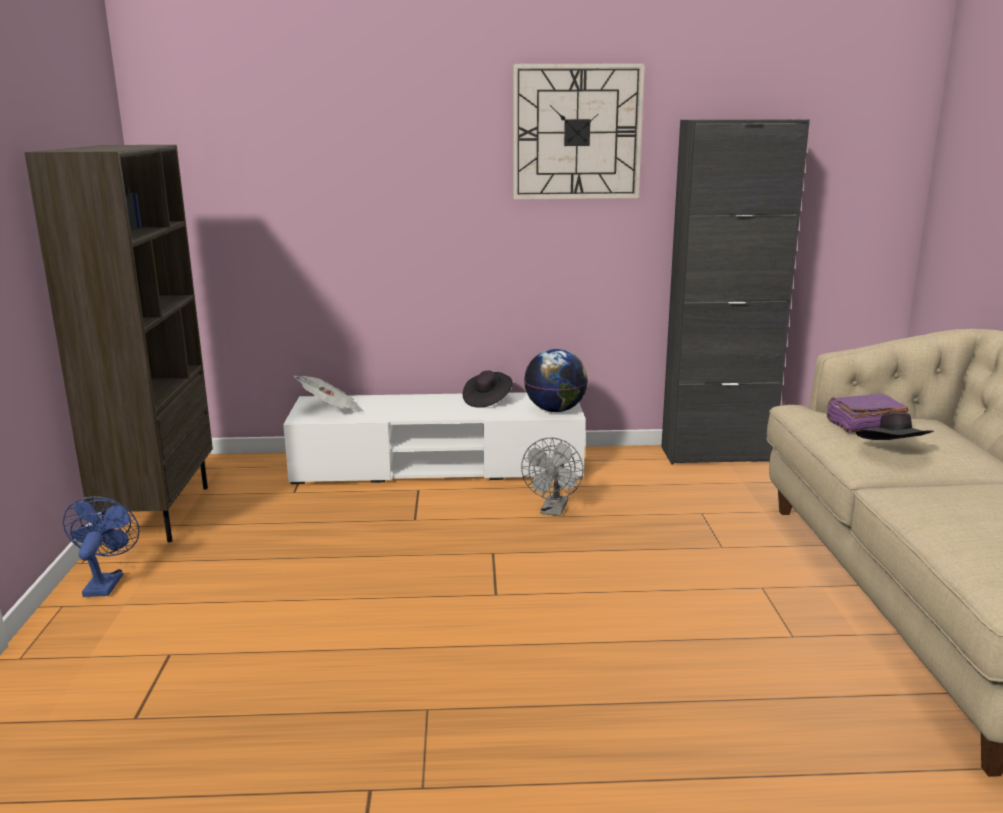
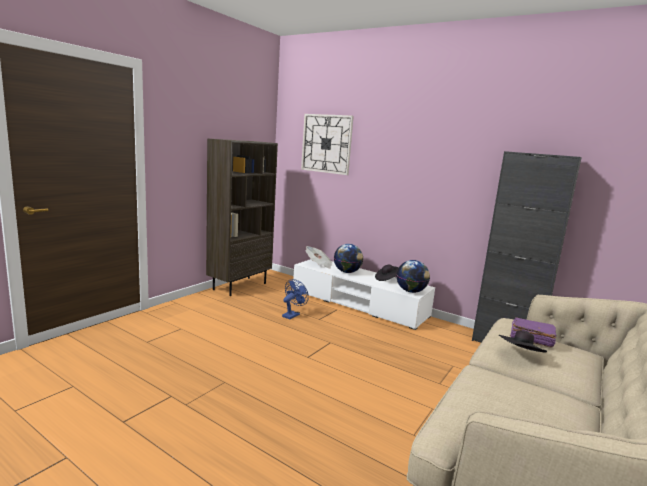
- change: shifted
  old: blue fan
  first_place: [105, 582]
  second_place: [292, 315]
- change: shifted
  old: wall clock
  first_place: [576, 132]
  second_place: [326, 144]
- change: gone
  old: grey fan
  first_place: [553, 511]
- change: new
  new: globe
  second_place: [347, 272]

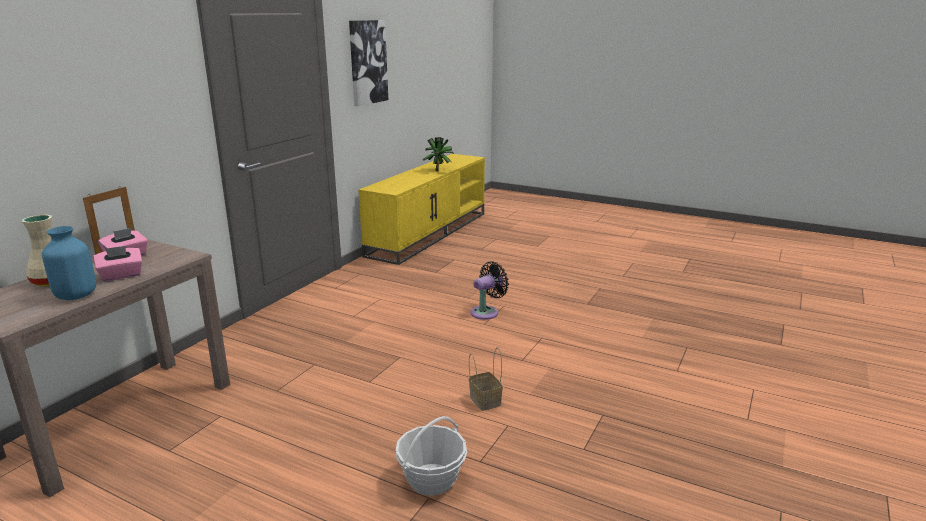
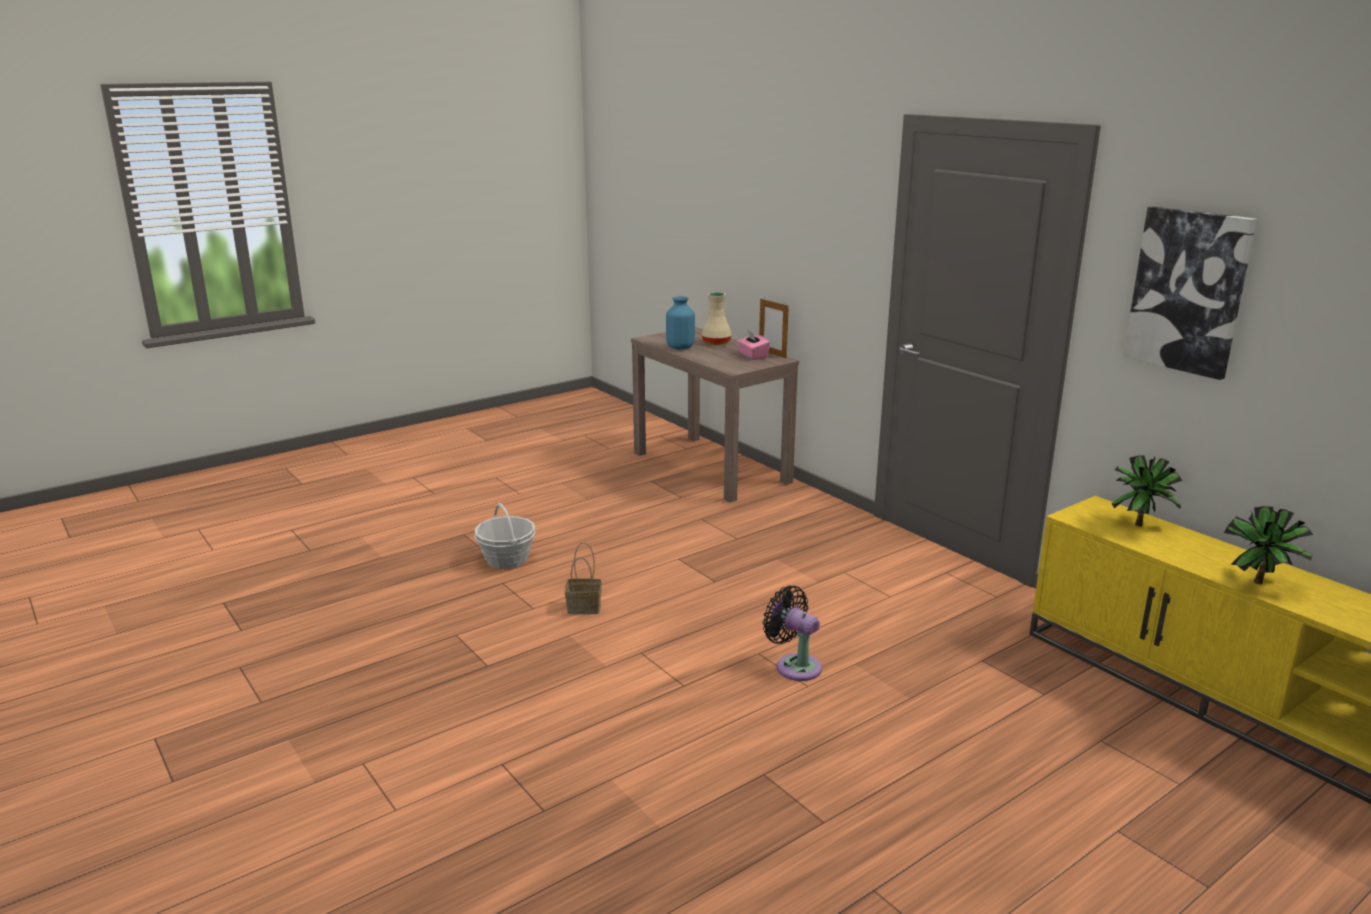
- change: gone
  old: pink tissue box
  first_place: [121, 275]
- change: rotated
  old: black fan
  first_place: [486, 312]
  second_place: [794, 665]
  degrees: 150
- change: new
  new: potted plant
  second_place: [1140, 524]

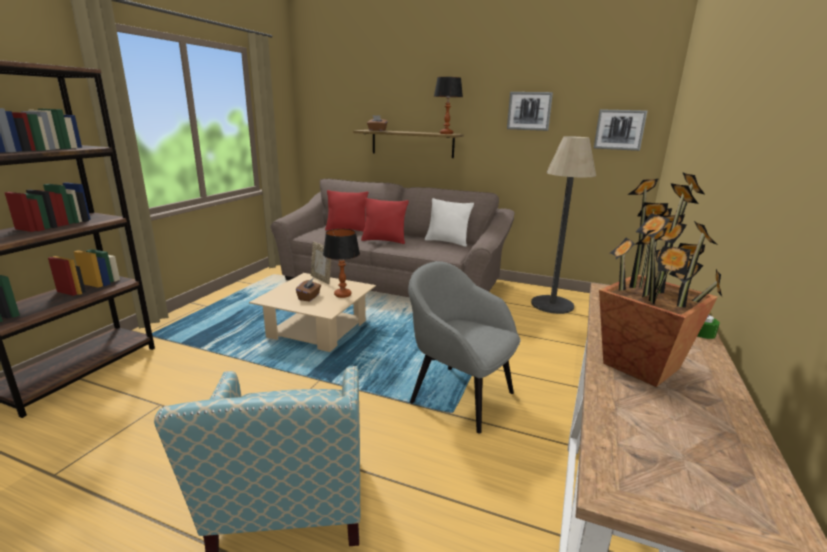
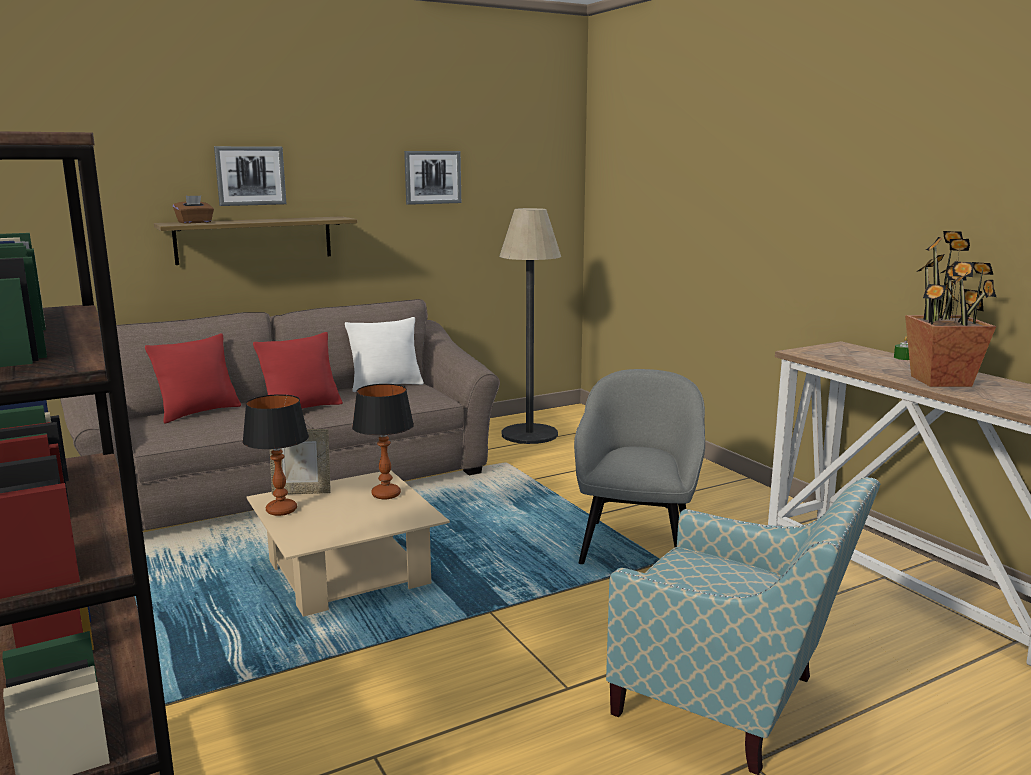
- change: gone
  old: brown tissue box
  first_place: [309, 297]
- change: rotated
  old: grey armchair
  first_place: [459, 396]
  second_place: [636, 546]
  degrees: 120
- change: shifted
  old: table lamp
  first_place: [446, 133]
  second_place: [282, 510]
- change: shifted
  old: picture
  first_place: [619, 129]
  second_place: [250, 176]

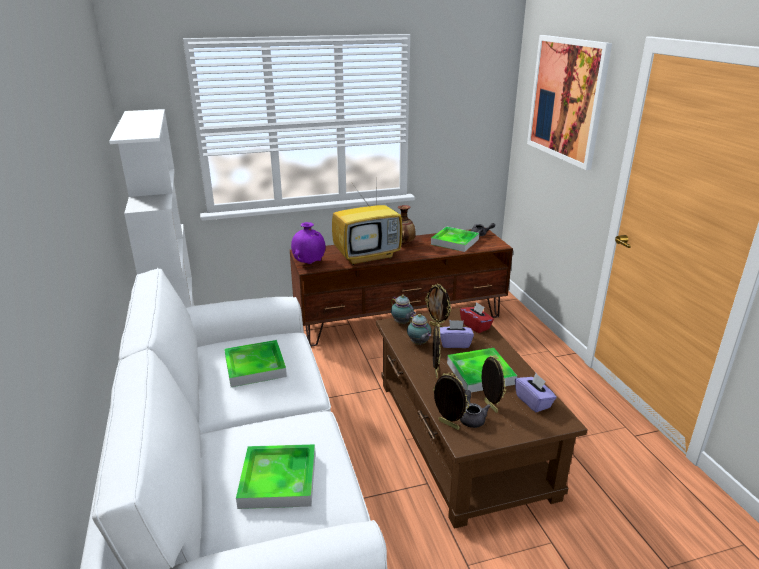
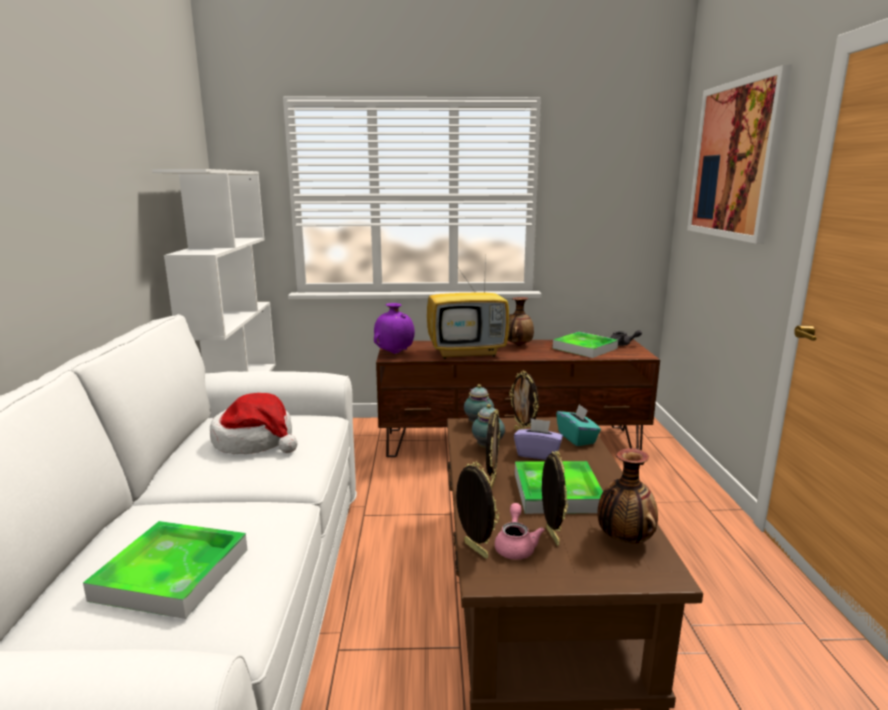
- change: swapped
  old: tray
  new: hat
  first_place: [255, 366]
  second_place: [255, 441]
- change: repainted
  old: red tissue box
  new: turquoise tissue box
  first_place: [475, 326]
  second_place: [577, 438]
- change: repainted
  old: grey teapot
  new: pink teapot
  first_place: [471, 417]
  second_place: [515, 546]
- change: swapped
  old: purple tissue box
  new: vase
  first_place: [533, 402]
  second_place: [624, 539]

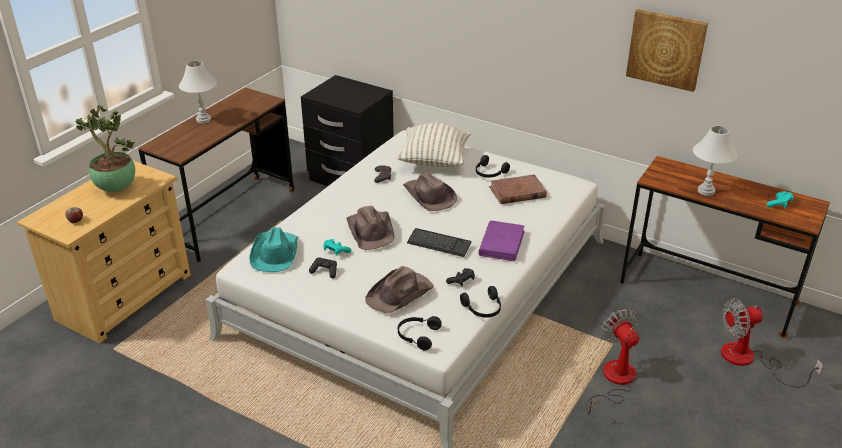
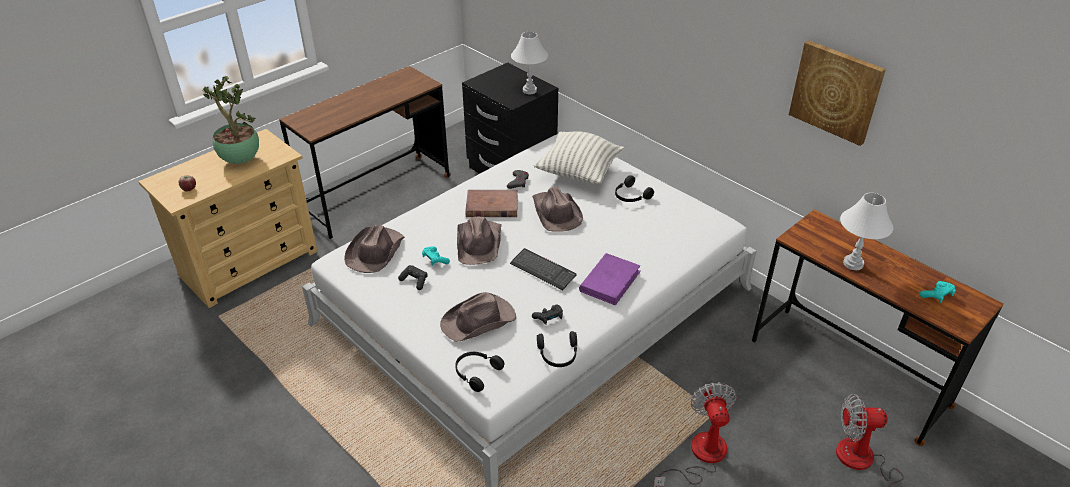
- change: shifted
  old: white table lamp
  first_place: [203, 120]
  second_place: [529, 90]
- change: repainted
  old: turquoise hat
  new: brown hat
  first_place: [275, 253]
  second_place: [375, 252]
- change: shifted
  old: brown book
  first_place: [517, 192]
  second_place: [491, 206]

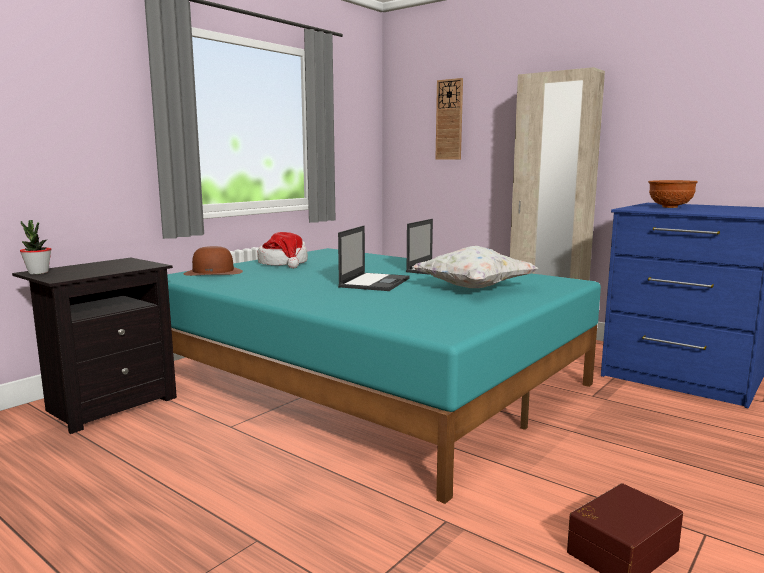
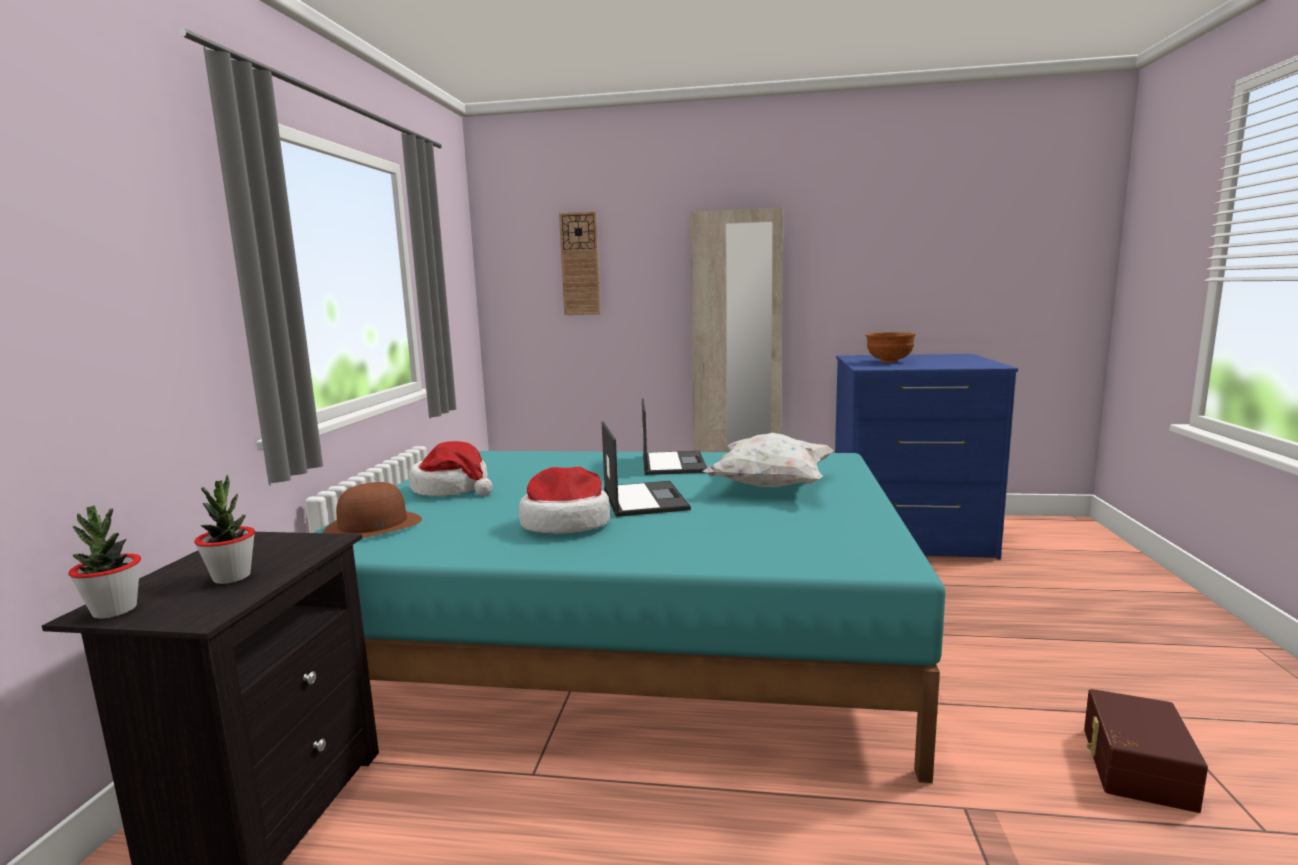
- change: new
  new: potted plant
  second_place: [232, 577]
- change: new
  new: hat
  second_place: [566, 523]

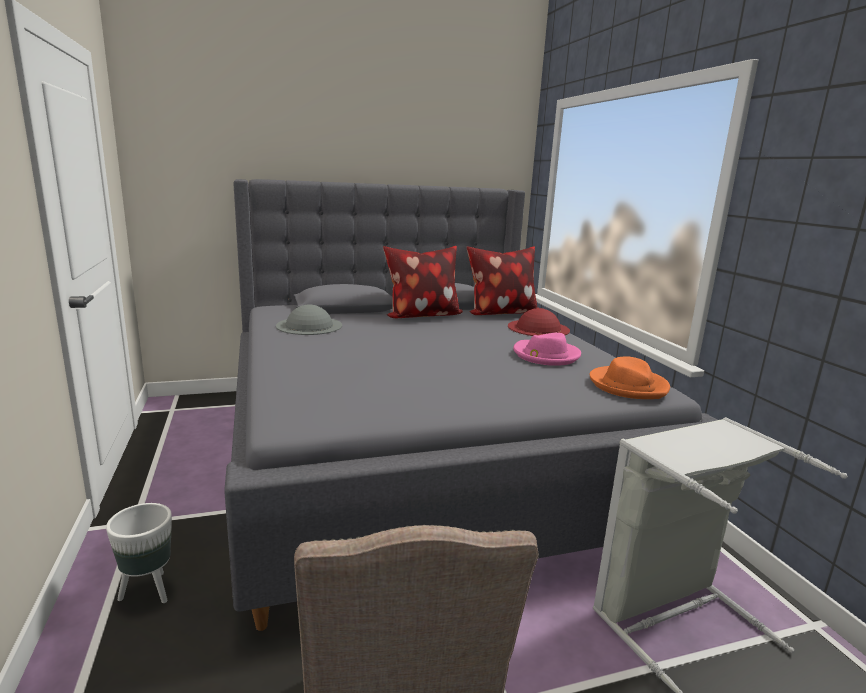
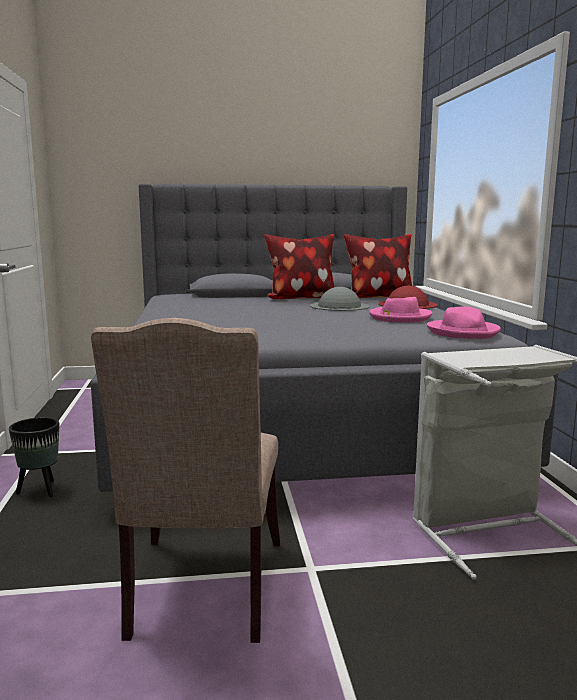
- change: repainted
  old: white planter
  new: black planter
  first_place: [148, 592]
  second_place: [40, 491]
- change: shifted
  old: grey hat
  first_place: [309, 325]
  second_place: [339, 306]
- change: repainted
  old: orange hat
  new: pink hat
  first_place: [628, 386]
  second_place: [463, 332]

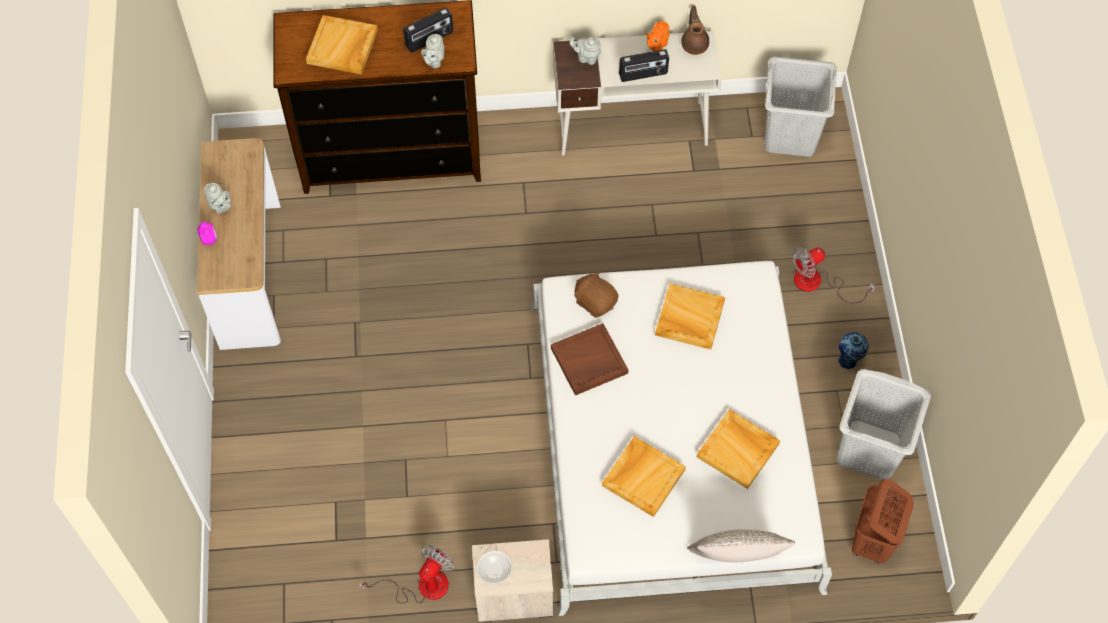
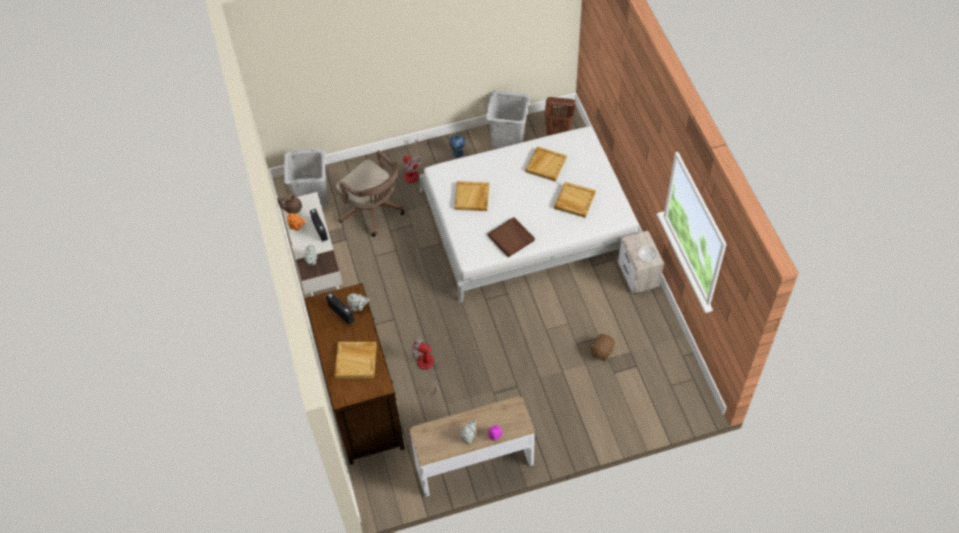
- change: shifted
  old: fan
  first_place: [421, 586]
  second_place: [427, 368]
- change: shifted
  old: brown plush toy
  first_place: [595, 301]
  second_place: [601, 351]
- change: gone
  old: grey pillow
  first_place: [735, 559]
- change: new
  new: brown office chair
  second_place: [374, 212]

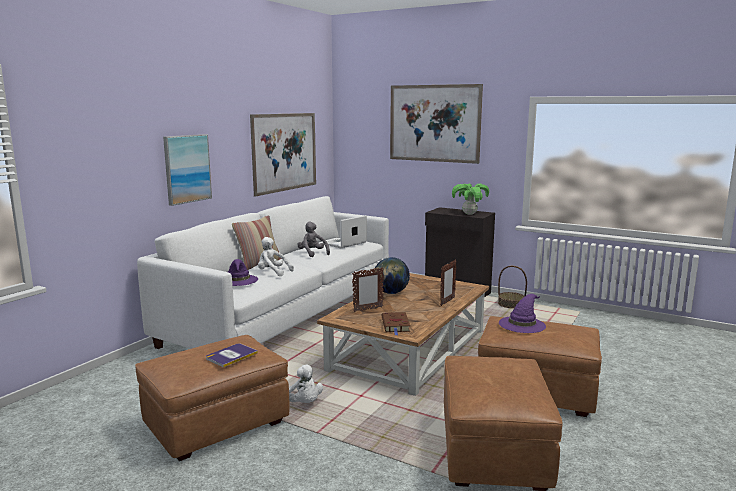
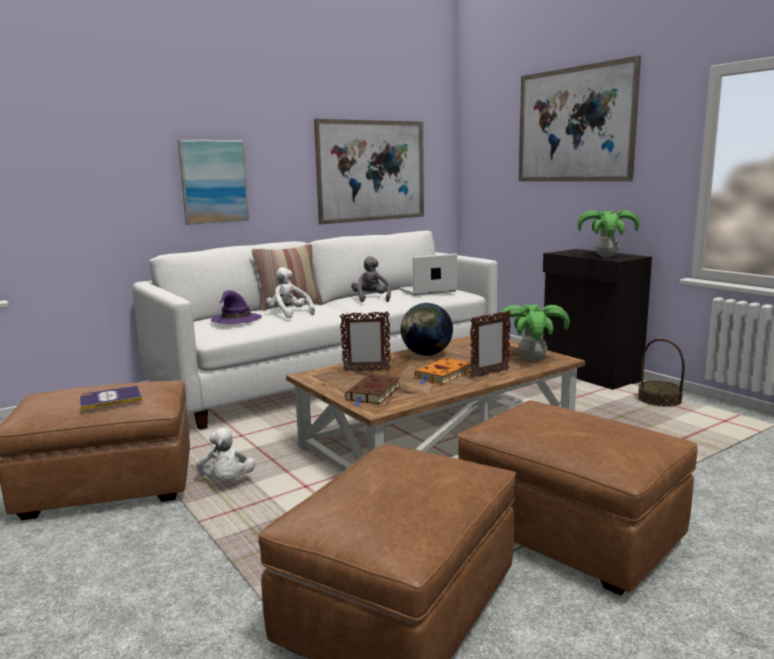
- change: gone
  old: purple hat
  first_place: [522, 324]
- change: new
  new: orange book
  second_place: [442, 375]
- change: new
  new: potted plant
  second_place: [532, 359]

